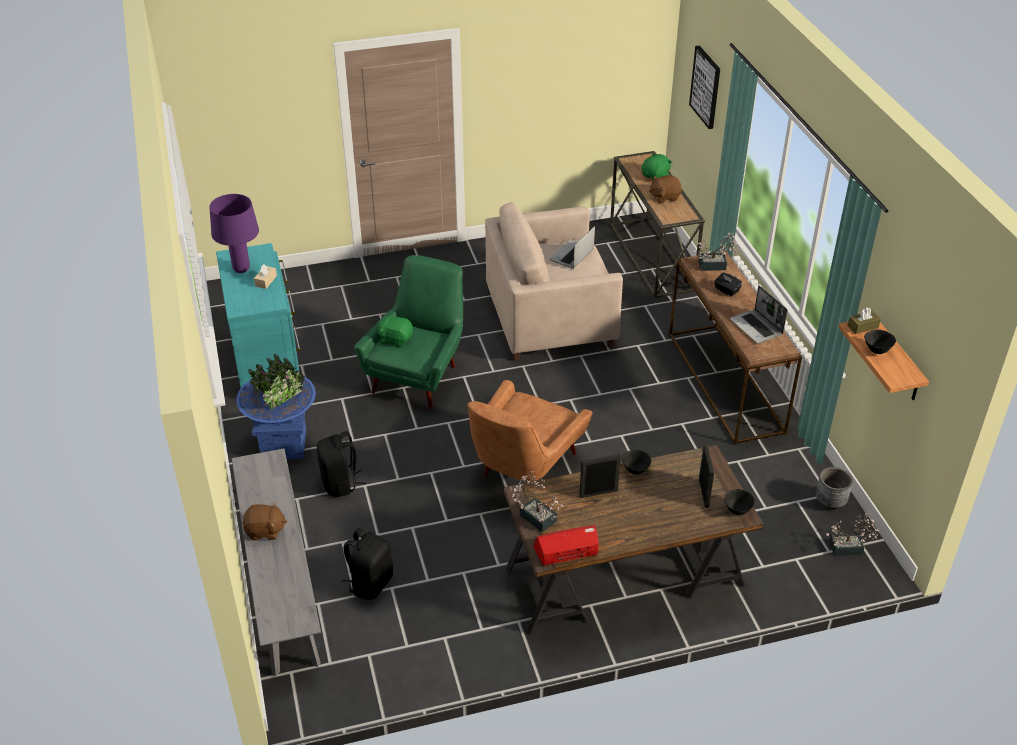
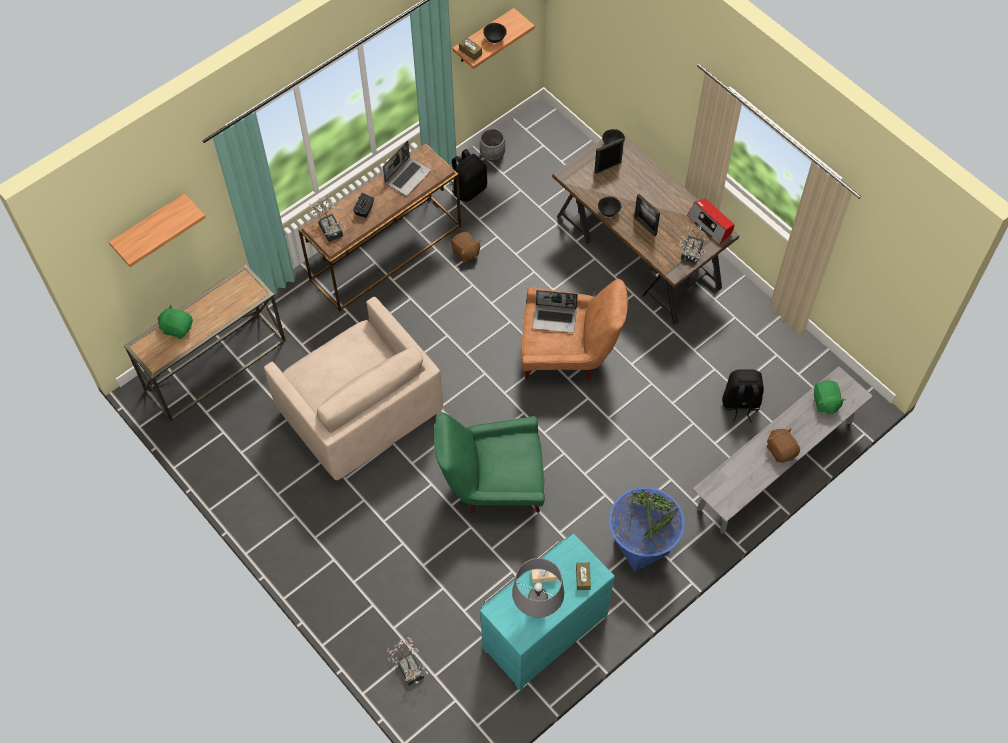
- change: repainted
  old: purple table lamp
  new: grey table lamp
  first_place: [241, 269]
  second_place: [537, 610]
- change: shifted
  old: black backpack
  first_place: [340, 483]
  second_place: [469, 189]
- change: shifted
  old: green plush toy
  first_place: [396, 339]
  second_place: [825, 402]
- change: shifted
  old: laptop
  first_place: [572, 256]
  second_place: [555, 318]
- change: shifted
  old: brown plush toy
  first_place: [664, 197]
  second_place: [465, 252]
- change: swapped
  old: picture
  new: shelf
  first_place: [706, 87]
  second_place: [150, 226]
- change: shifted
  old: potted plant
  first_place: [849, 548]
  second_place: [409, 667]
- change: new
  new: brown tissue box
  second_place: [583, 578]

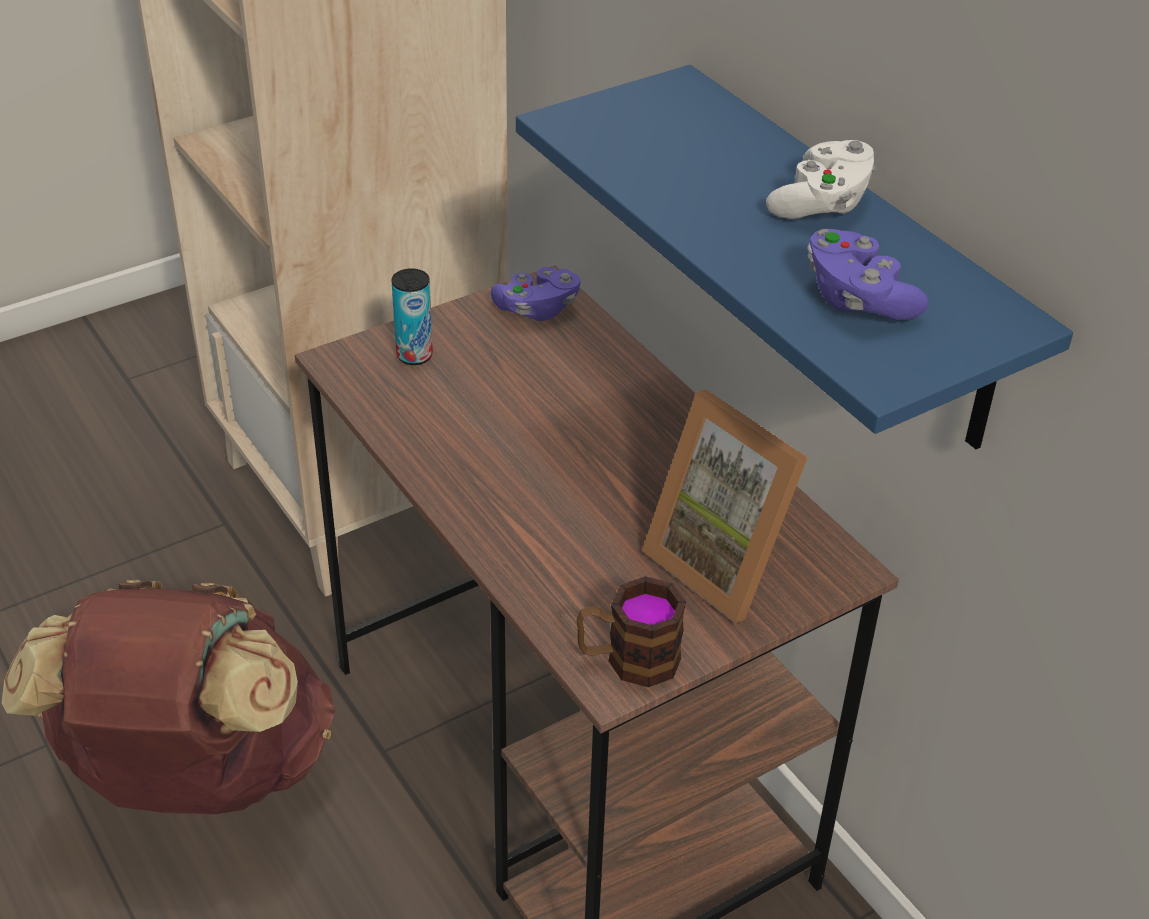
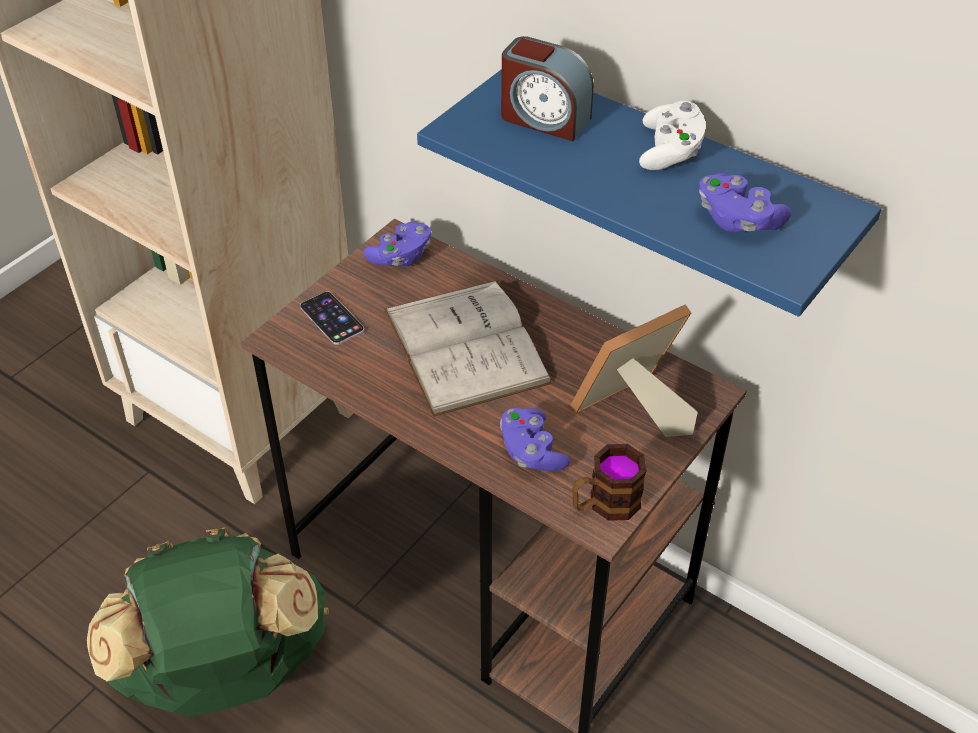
- change: repainted
  old: brown backpack
  new: green backpack
  first_place: [196, 777]
  second_place: [224, 672]
- change: swapped
  old: can
  new: phone
  first_place: [414, 355]
  second_place: [332, 318]
- change: rotated
  old: picture frame
  first_place: [726, 563]
  second_place: [632, 413]
  degrees: 120
- change: new
  new: white book
  second_place: [465, 346]
- change: new
  new: purple game controller
  second_place: [531, 451]
- change: new
  new: alarm clock
  second_place: [544, 118]

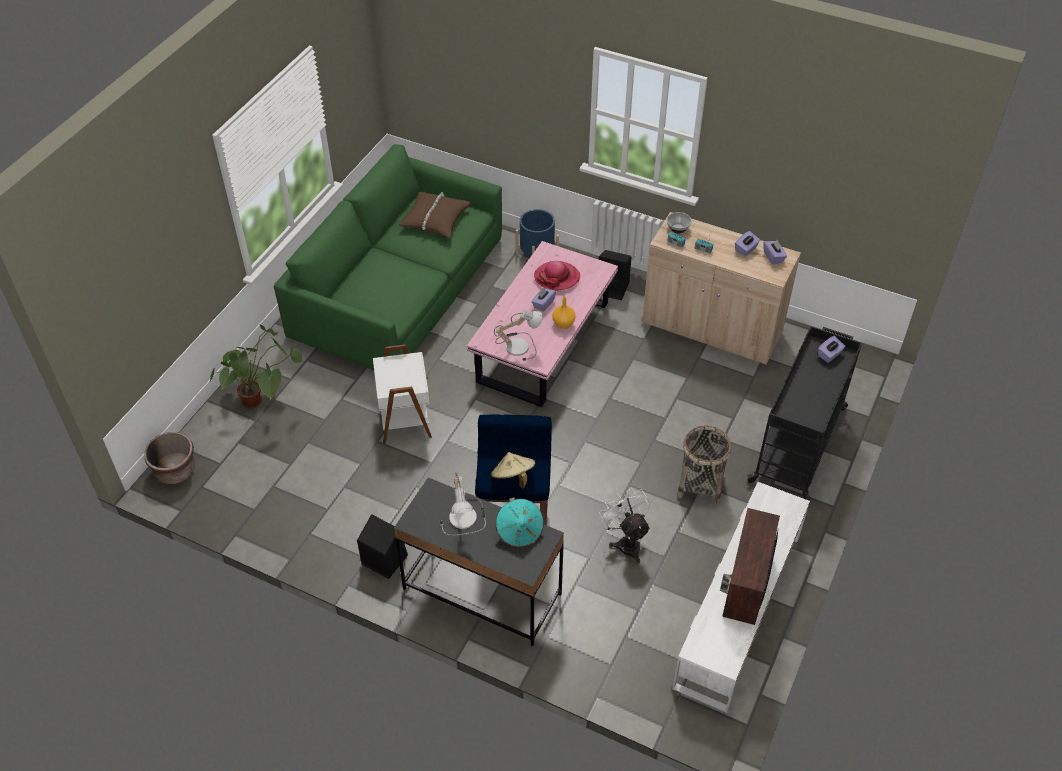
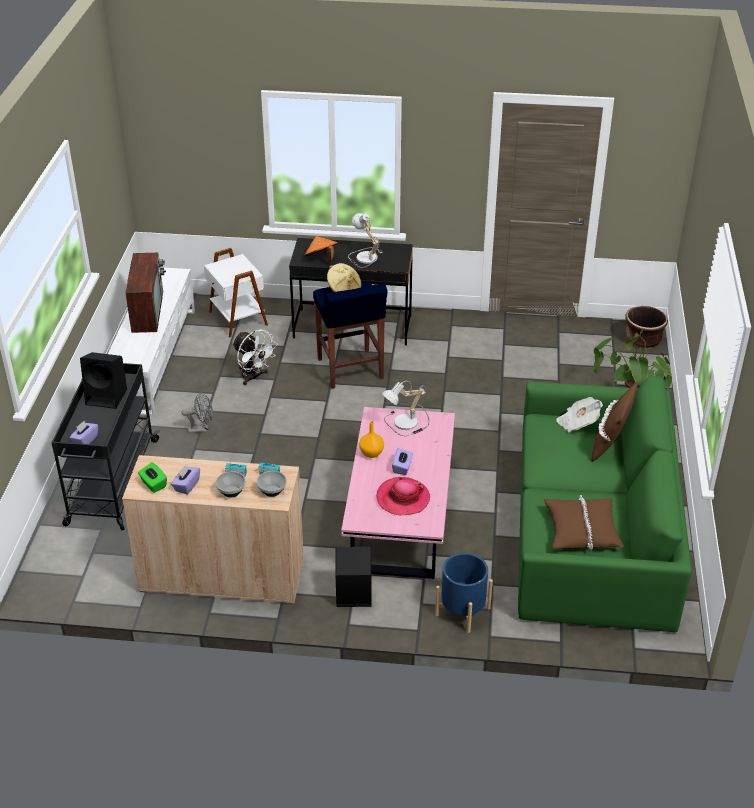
- change: shifted
  old: black speaker
  first_place: [383, 559]
  second_place: [107, 397]
- change: shifted
  old: white side table
  first_place: [406, 418]
  second_place: [237, 319]
- change: repainted
  old: turquoise hat
  new: orange hat
  first_place: [519, 531]
  second_place: [321, 259]
- change: swapped
  old: basket
  new: grey fan
  first_place: [700, 484]
  second_place: [201, 429]
- change: repainted
  old: purple tissue box
  new: green tissue box
  first_place: [773, 257]
  second_place: [153, 484]
- change: new
  new: bowl
  second_place: [231, 492]
- change: new
  new: newspaper
  second_place: [578, 423]
- change: new
  new: brown pillow
  second_place: [610, 445]

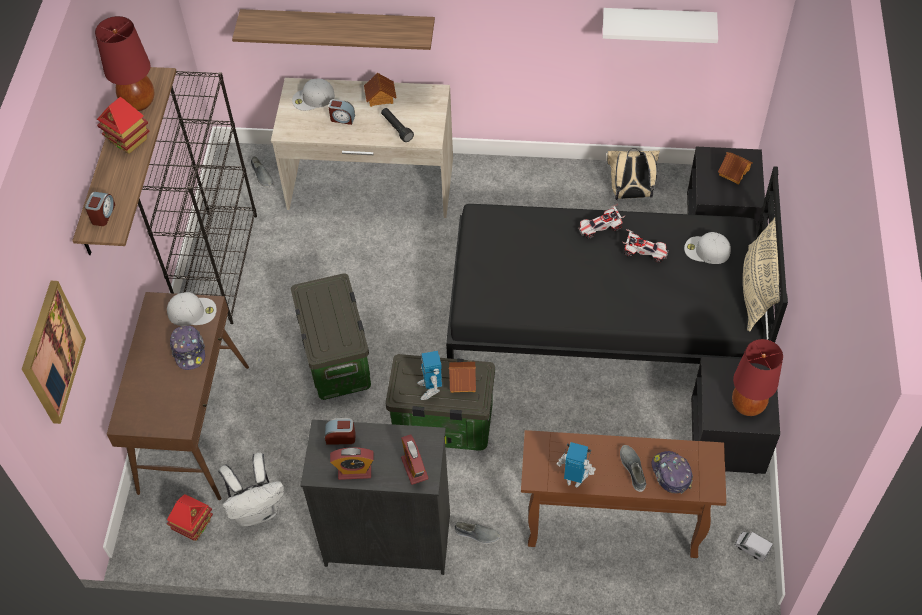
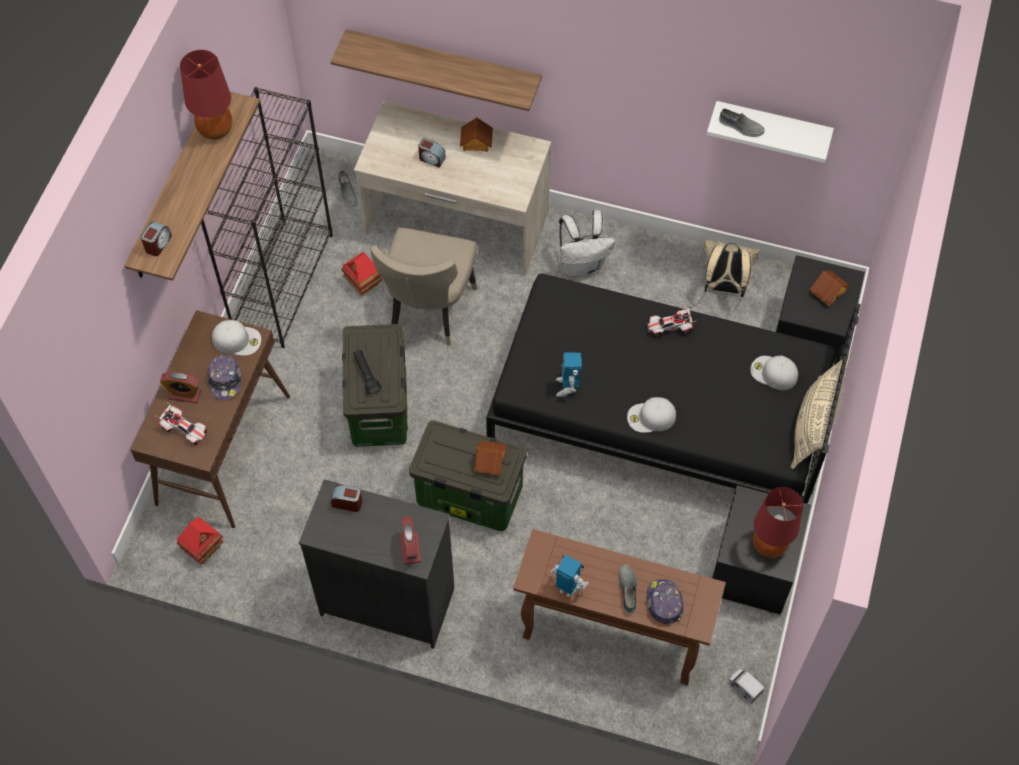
- change: gone
  old: picture
  first_place: [51, 352]
- change: shifted
  old: toy house
  first_place: [128, 140]
  second_place: [363, 283]
- change: shifted
  old: white backpack
  first_place: [258, 510]
  second_place: [582, 265]
- change: shifted
  old: white cap
  first_place: [313, 98]
  second_place: [651, 417]
- change: shifted
  old: alarm clock
  first_place: [354, 471]
  second_place: [184, 394]
- change: shifted
  old: black flashlight
  first_place: [396, 128]
  second_place: [366, 374]
- change: shifted
  old: toy robot
  first_place: [430, 389]
  second_place: [567, 387]
- change: shifted
  old: grey shoe
  first_place: [477, 534]
  second_place: [741, 127]
- change: shifted
  old: toy car
  first_place: [644, 252]
  second_place: [184, 430]
- change: new
  new: beige chair
  second_place: [428, 312]

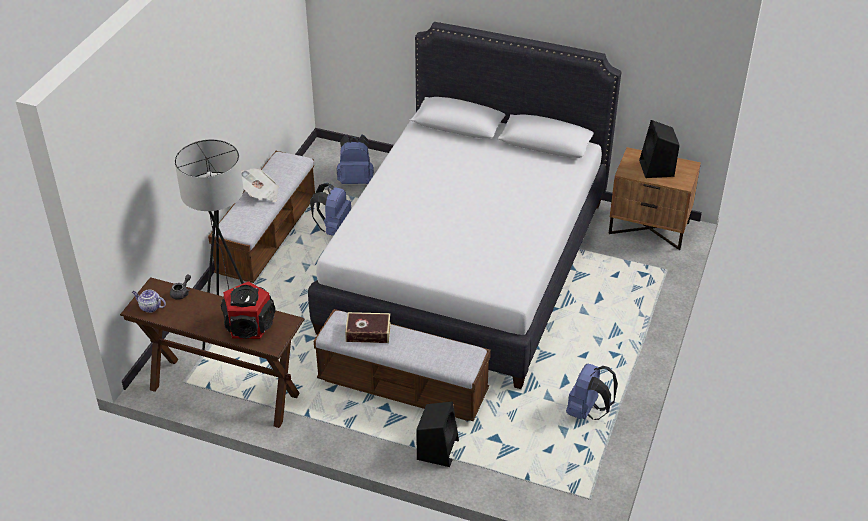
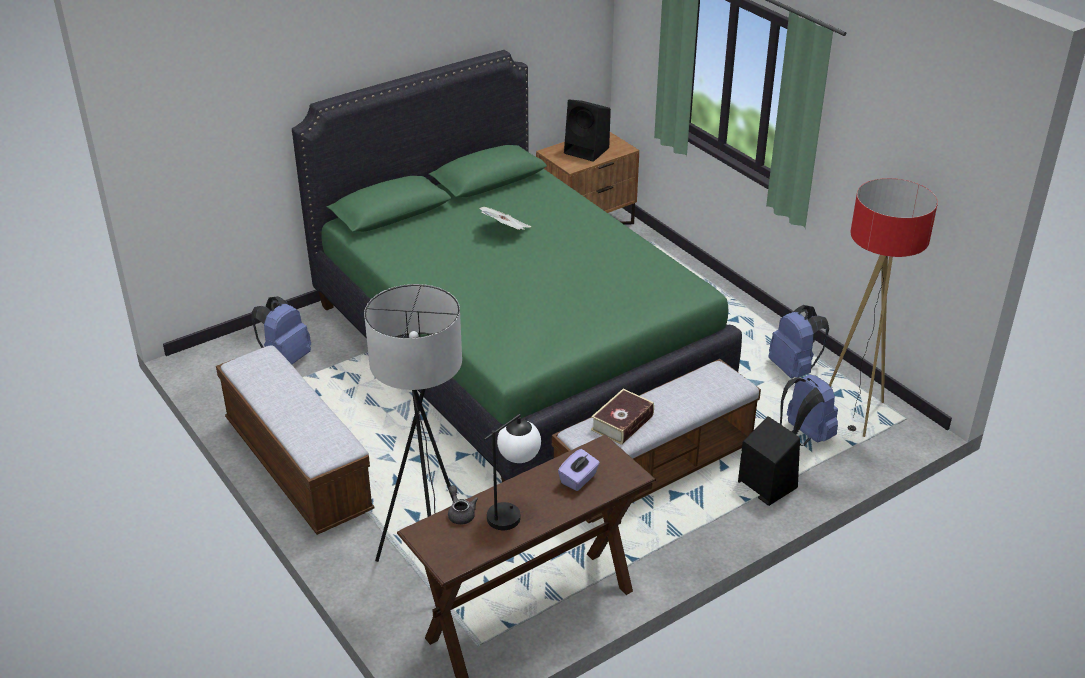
- change: gone
  old: teapot
  first_place: [150, 307]
- change: swapped
  old: speaker
  new: purple tissue box
  first_place: [249, 325]
  second_place: [579, 479]
- change: shifted
  old: newspaper
  first_place: [261, 194]
  second_place: [506, 230]
- change: repainted
  old: white bed
  new: green bed
  first_place: [466, 264]
  second_place: [514, 347]
- change: shifted
  old: blue backpack
  first_place: [334, 229]
  second_place: [804, 436]
- change: new
  new: table lamp
  second_place: [513, 511]
- change: new
  new: floor lamp
  second_place: [856, 414]

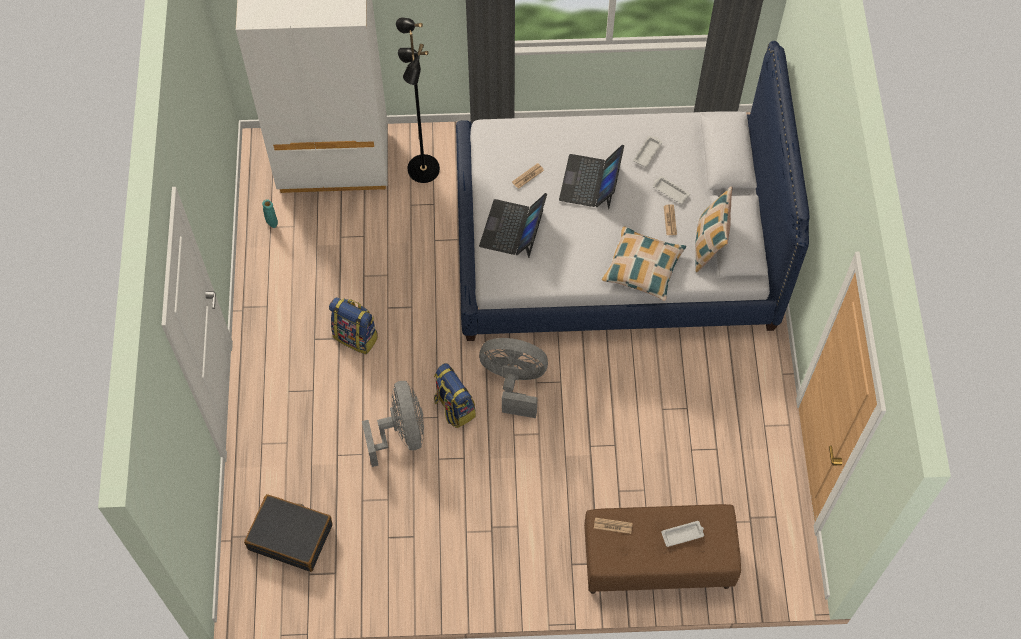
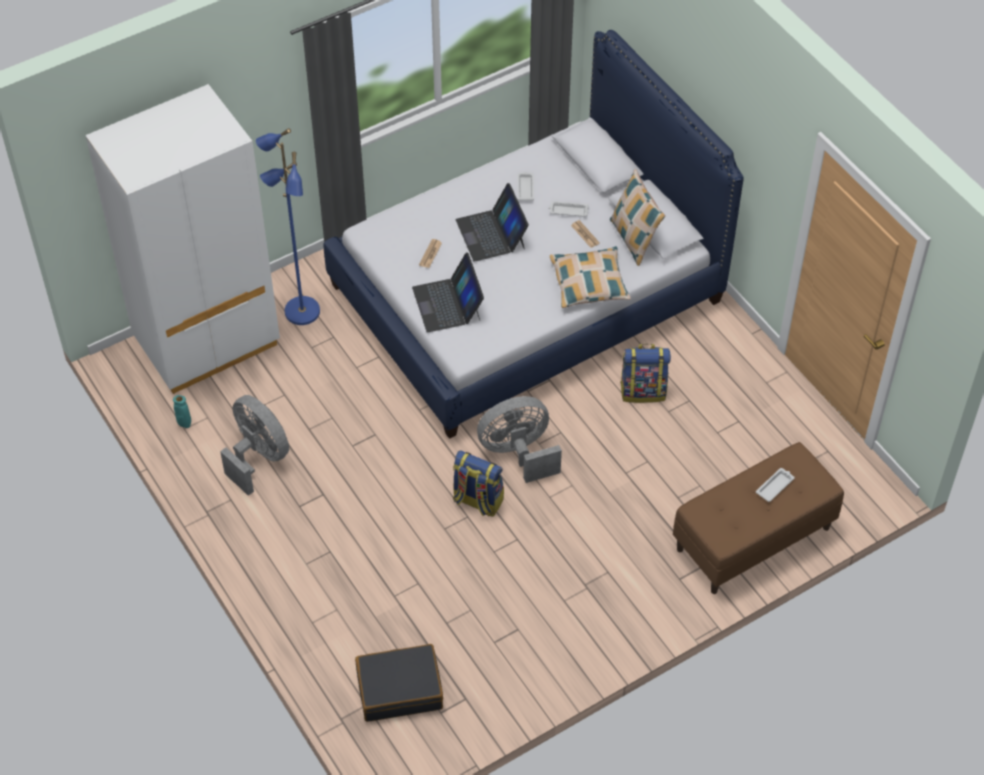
- change: shifted
  old: backpack
  first_place: [356, 336]
  second_place: [643, 391]
- change: shifted
  old: grey fan
  first_place: [401, 433]
  second_place: [258, 457]
- change: repainted
  old: black floor lamp
  new: blue floor lamp
  first_place: [422, 169]
  second_place: [301, 312]
- change: gone
  old: newspaper
  first_place: [613, 525]

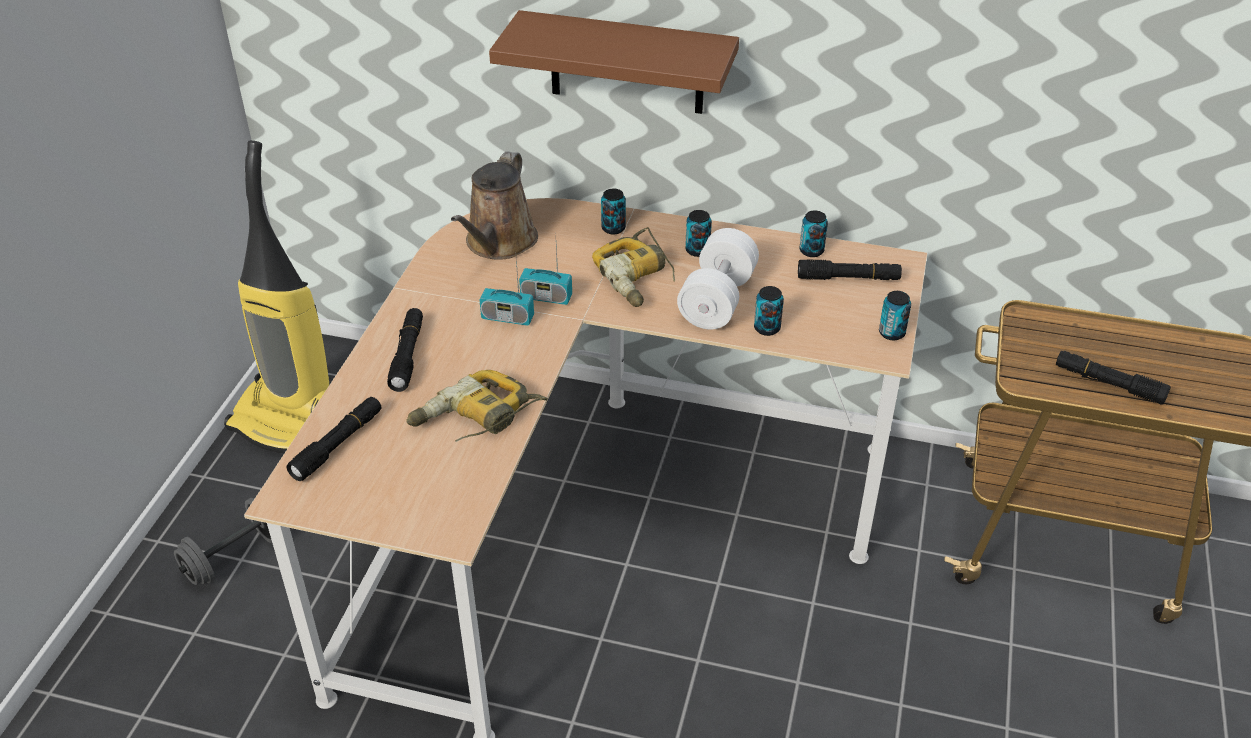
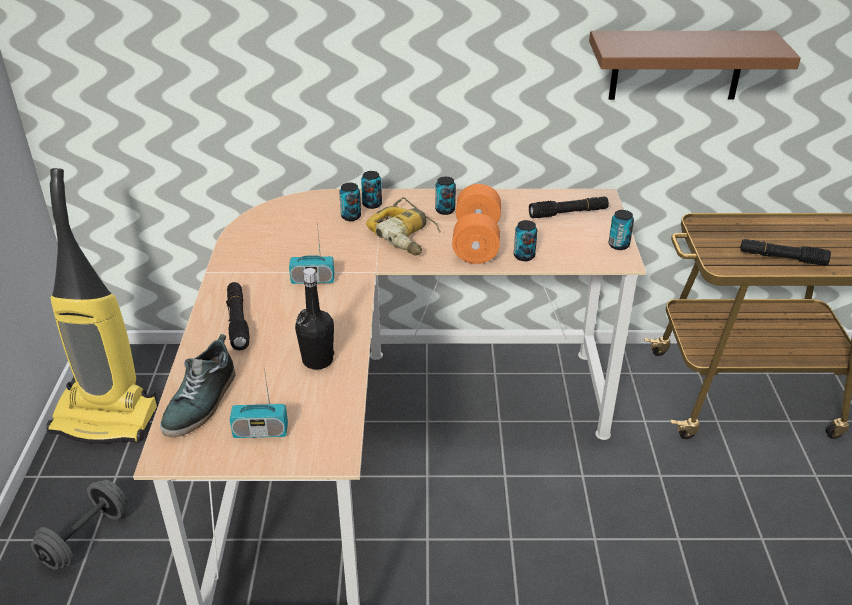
- change: swapped
  old: black flashlight
  new: shoe
  first_place: [338, 445]
  second_place: [201, 402]
- change: swapped
  old: power drill
  new: black bottle
  first_place: [476, 419]
  second_place: [317, 360]
- change: gone
  old: brown watering can
  first_place: [499, 243]
- change: shifted
  old: brown shelf
  first_place: [627, 63]
  second_place: [676, 65]
- change: shifted
  old: radio
  first_place: [546, 297]
  second_place: [260, 432]
- change: repainted
  old: white dumbbell
  new: orange dumbbell
  first_place: [717, 300]
  second_place: [476, 242]
- change: shifted
  old: can
  first_place: [811, 251]
  second_place: [351, 216]

